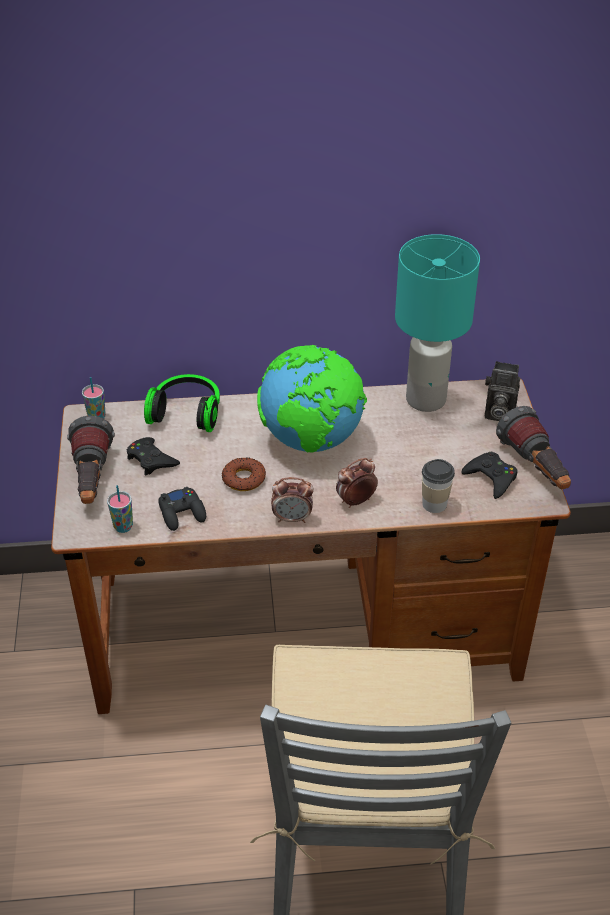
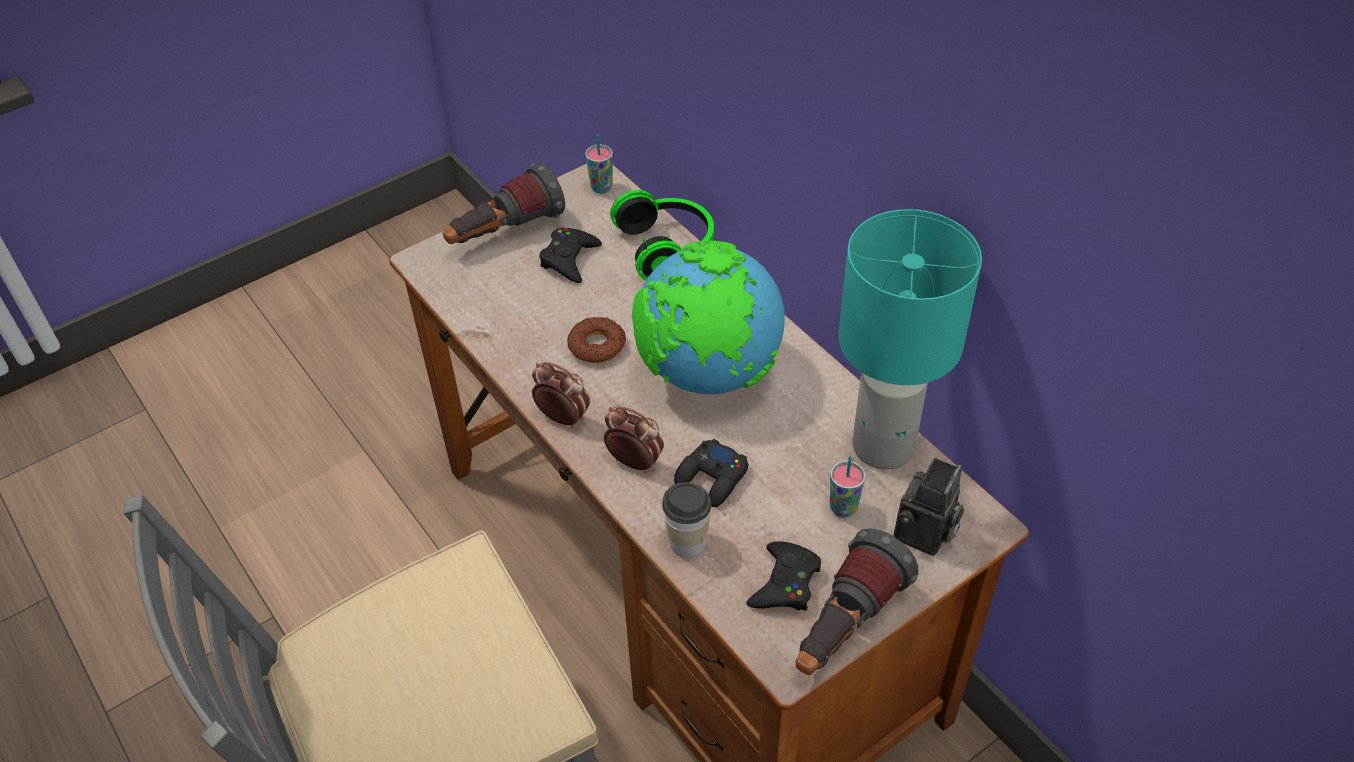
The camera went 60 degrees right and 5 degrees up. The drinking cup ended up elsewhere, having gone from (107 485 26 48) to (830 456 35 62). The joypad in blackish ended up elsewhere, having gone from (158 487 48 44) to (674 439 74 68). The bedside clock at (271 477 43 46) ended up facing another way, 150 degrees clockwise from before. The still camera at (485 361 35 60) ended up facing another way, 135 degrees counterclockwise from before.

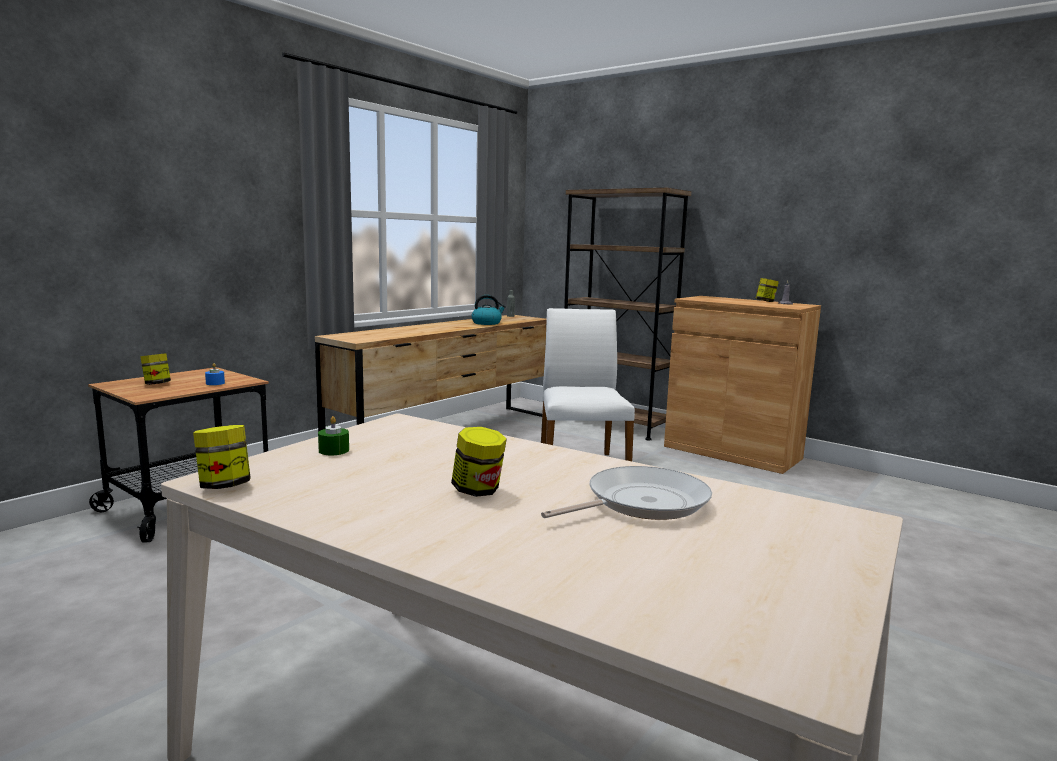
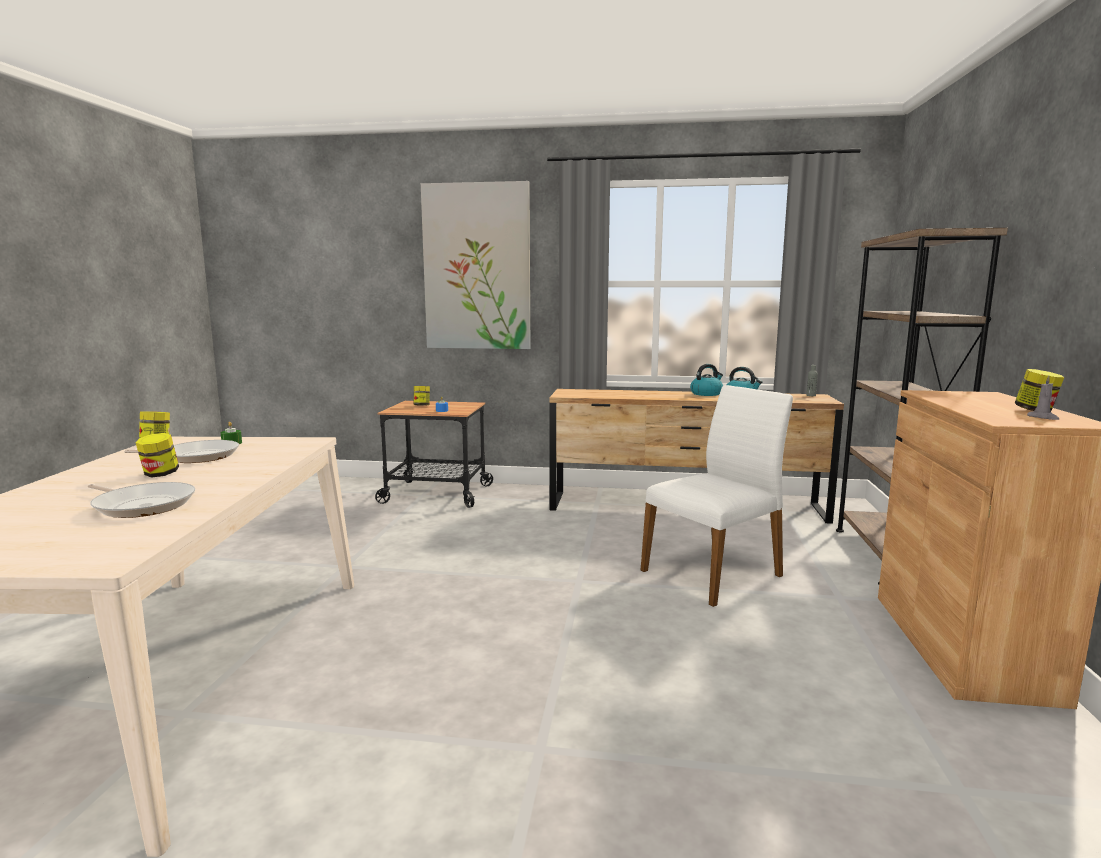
The camera went 60 degrees right and 0 degrees up. The second view gained the pan at (124 440 115 23). The second view gained the wall art at (421 181 109 168). The second view gained the tea kettle at (690 364 33 32).

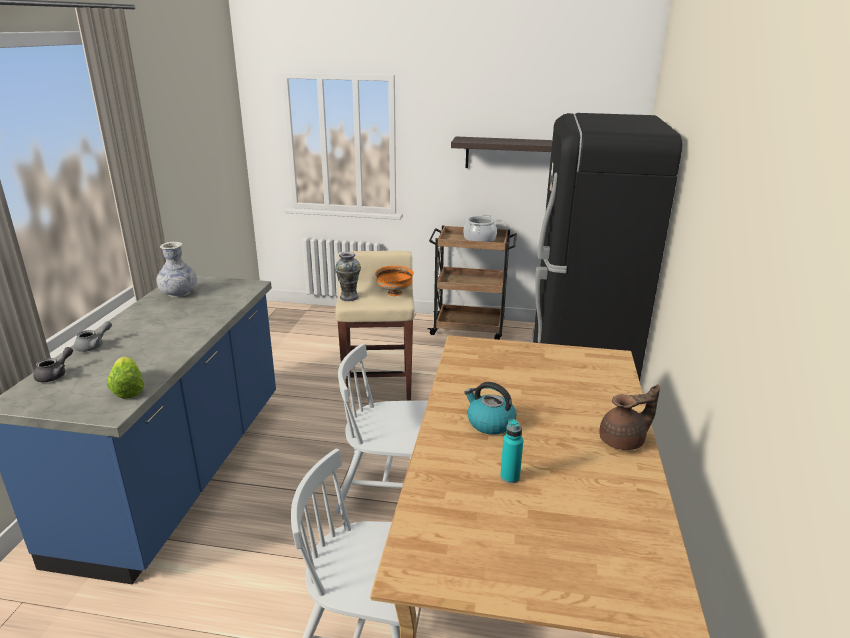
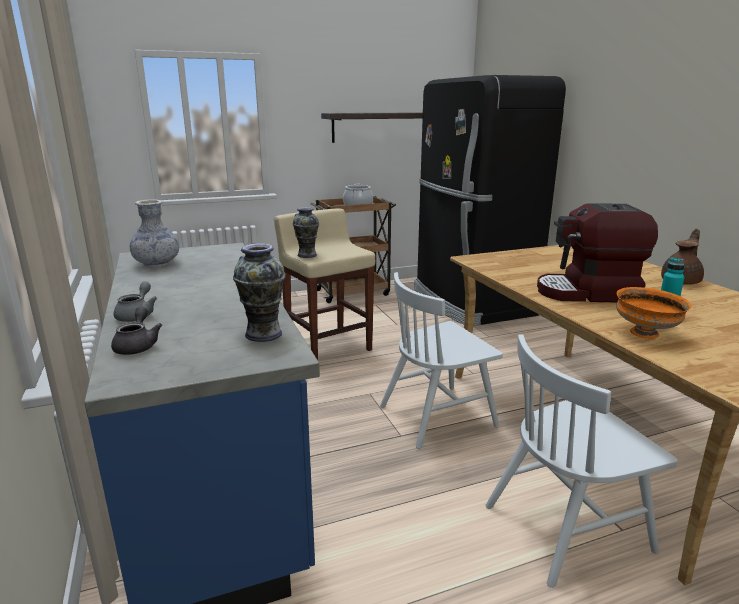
The camera went 30 degrees left and 5 degrees down. The bowl in orange-coloured ended up elsewhere, having gone from (375 266 39 30) to (616 287 75 52). Where the lettuce head stood at (107 356 38 43), the vase came to stand at (233 243 53 99). Where the tea kettle stood at (464 382 52 53), the coffee brewer came to stand at (537 203 121 99).

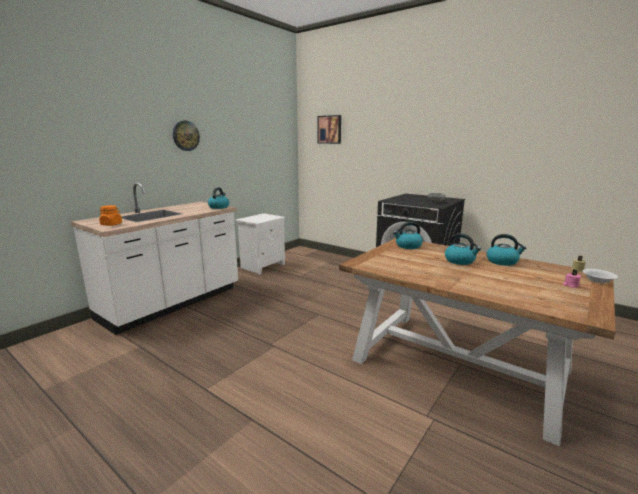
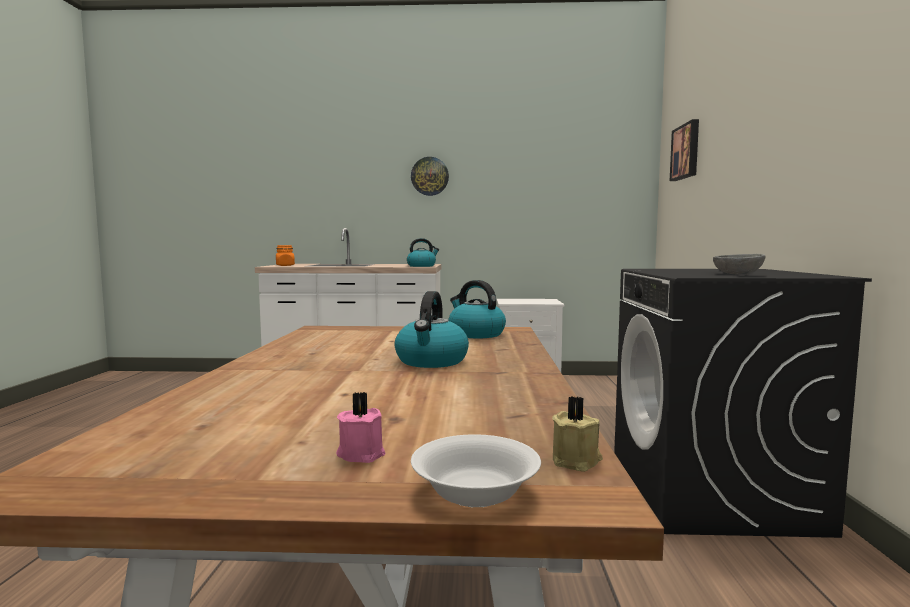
The camera went 55 degrees right and 10 degrees down. The second view lost the tea kettle at (486 234 40 32).

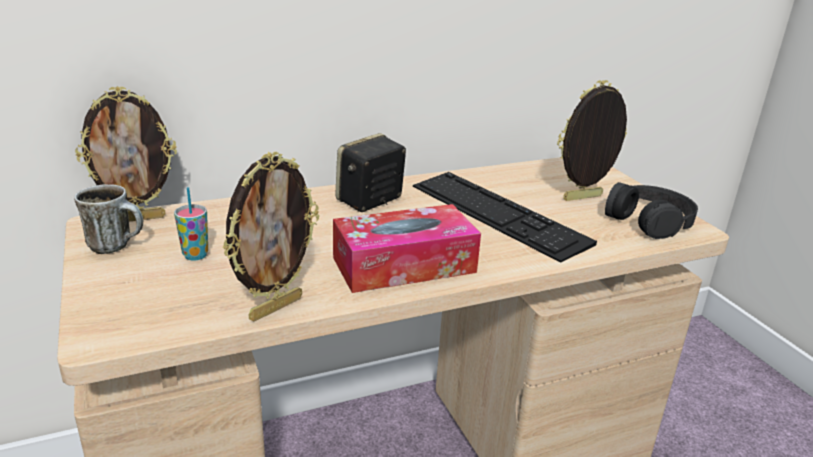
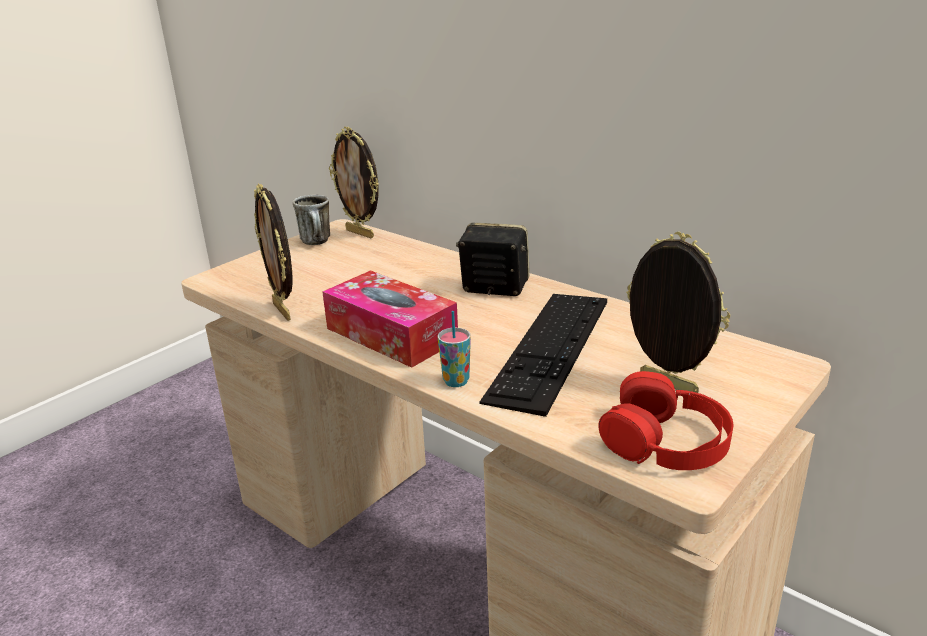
The camera went 65 degrees right and 0 degrees up. The drinking cup ended up elsewhere, having gone from (174 187 34 74) to (438 311 33 76). What was the pair of headphones in blackish at (605 182 93 57) turned into the pair of headphones in red-coloured at (599 371 134 99). The photo frame at (222 152 97 169) ended up facing another way, 45 degrees clockwise from before.

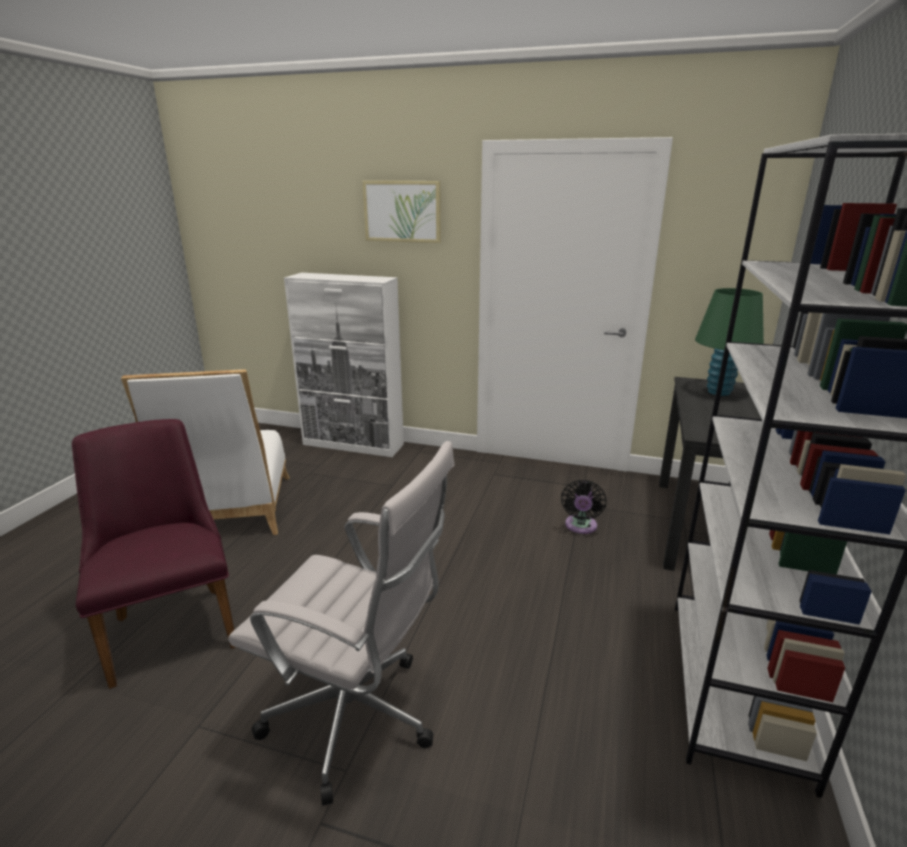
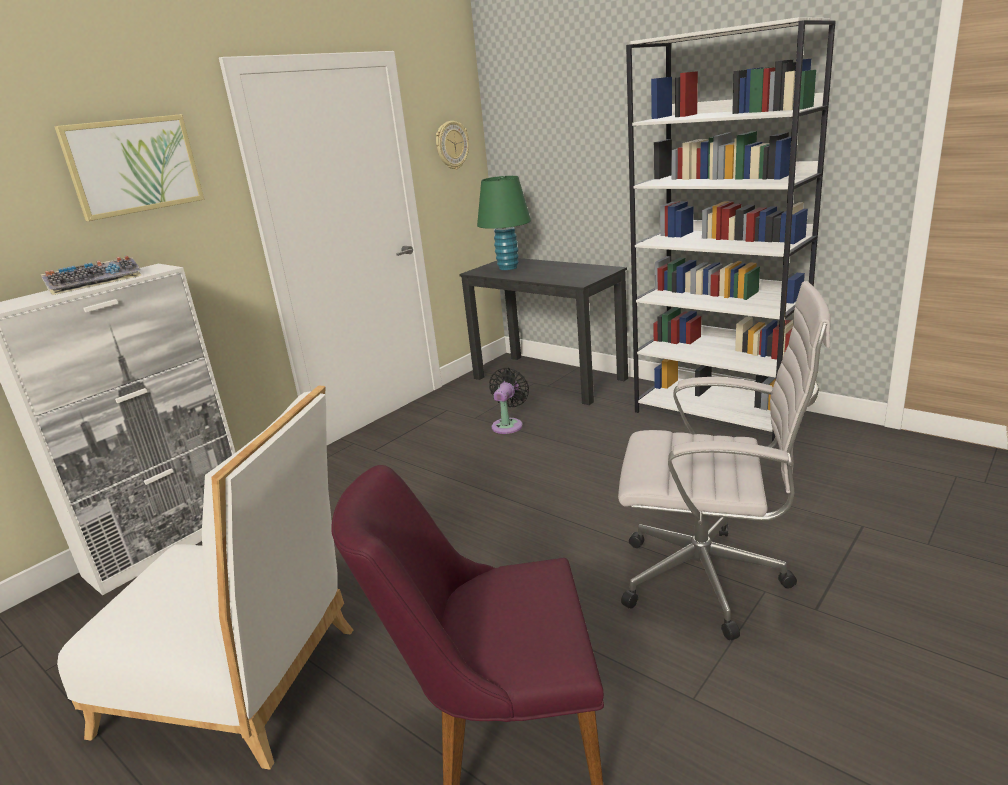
The camera went 65 degrees left and 0 degrees up. The second view gained the keyboard at (41 256 101 39). The second view gained the hanging clock at (436 121 33 49). The desk chair in whitish at (228 441 227 365) ended up facing another way, 60 degrees clockwise from before. The electric fan in blackish at (561 480 45 54) ended up facing another way, 105 degrees counterclockwise from before.

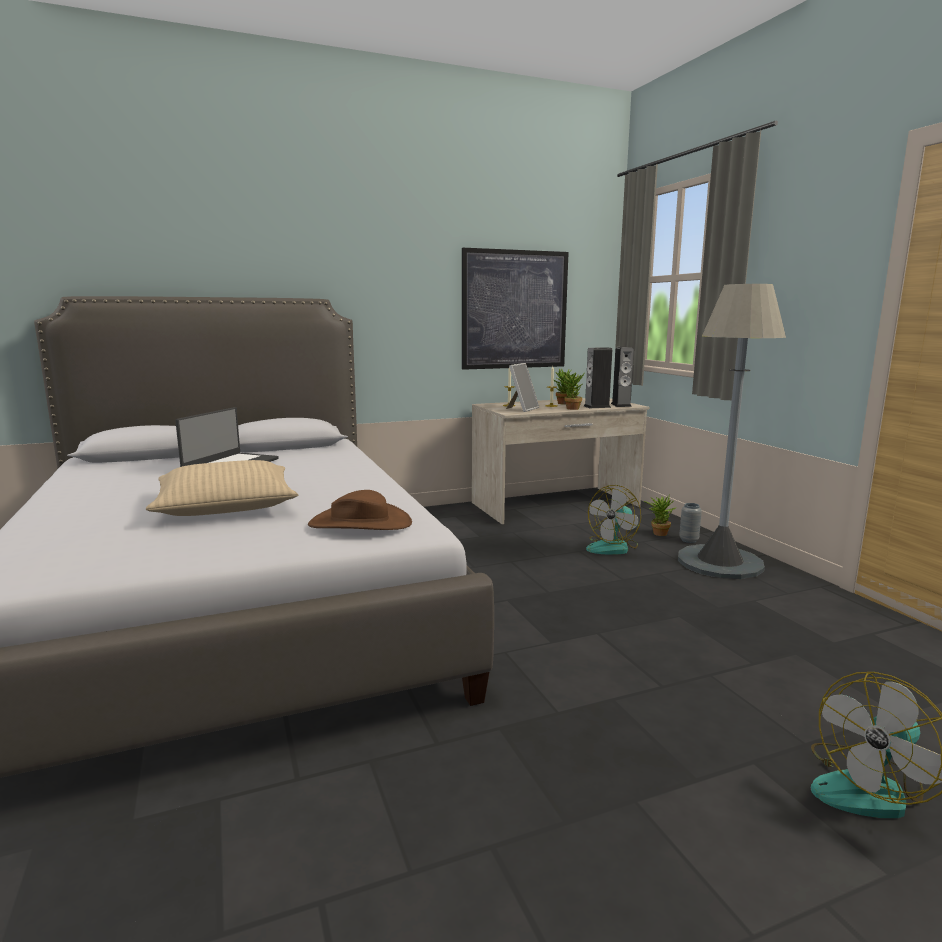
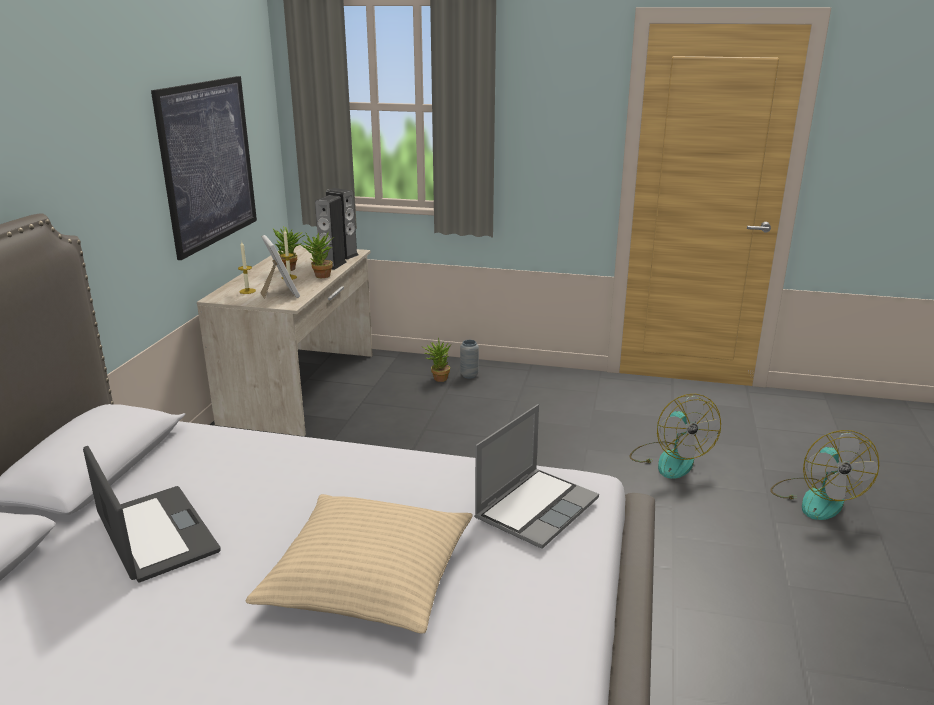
The camera went 55 degrees left and 10 degrees up. The second view lost the floor lamp in greyish at (678 284 108 295). The electric fan ended up elsewhere, having gone from (586 485 55 70) to (629 394 92 85). Where the wearable hat in brown-coloured stood at (308 490 104 40), the laptop came to stand at (474 404 125 145).

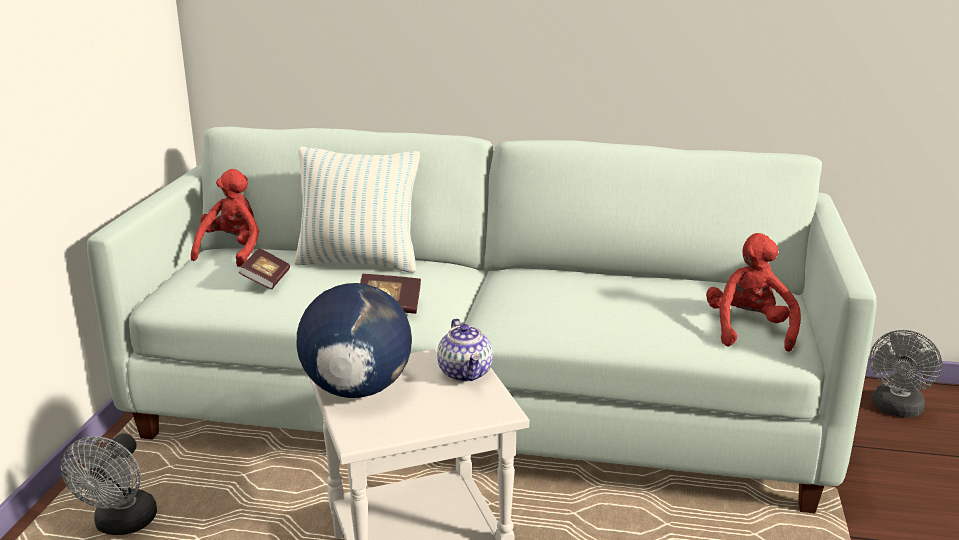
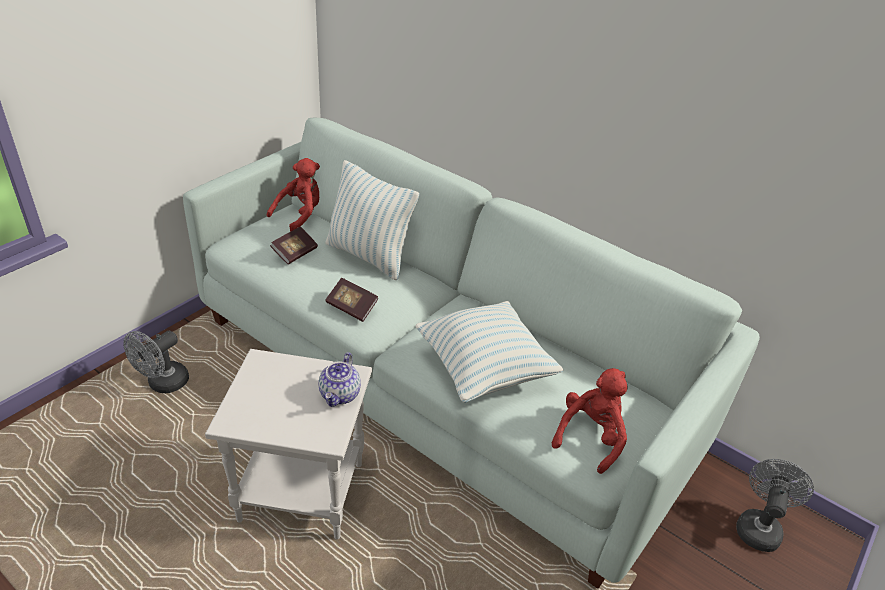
The camera went 25 degrees right and 15 degrees up. The second view lost the desk globe at (297 283 115 115). The second view gained the throw pillow at (415 301 148 102). The electric fan in greyish at (870 330 72 88) ended up facing another way, 150 degrees clockwise from before.

